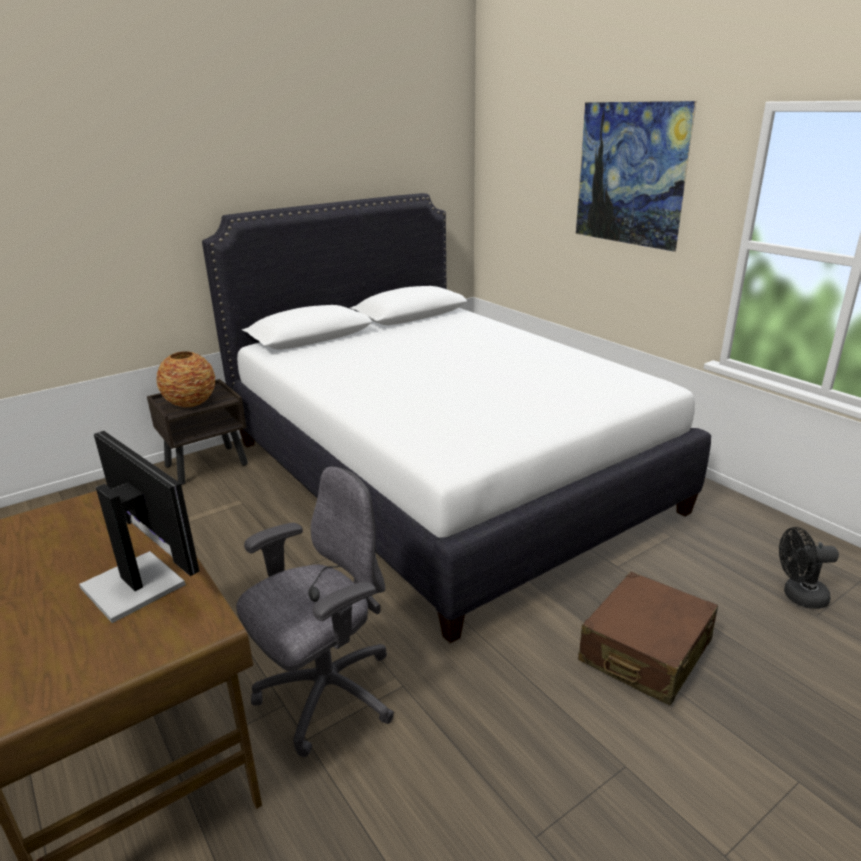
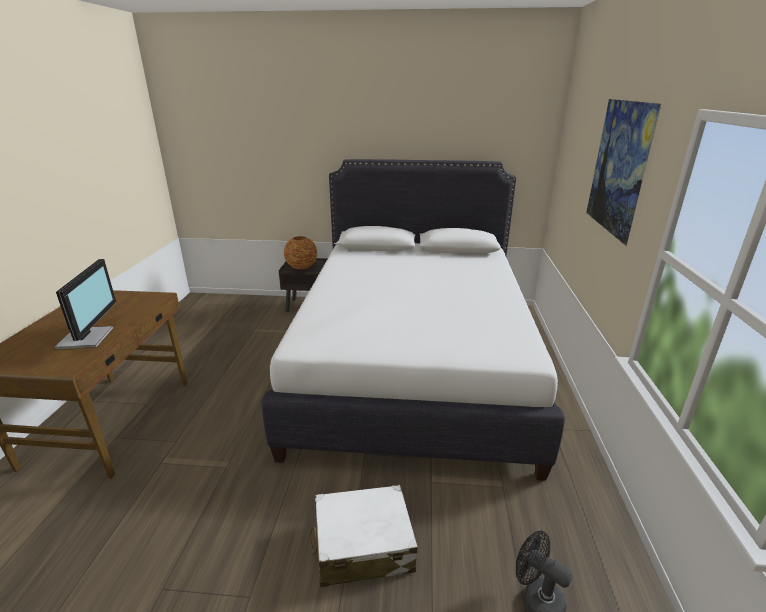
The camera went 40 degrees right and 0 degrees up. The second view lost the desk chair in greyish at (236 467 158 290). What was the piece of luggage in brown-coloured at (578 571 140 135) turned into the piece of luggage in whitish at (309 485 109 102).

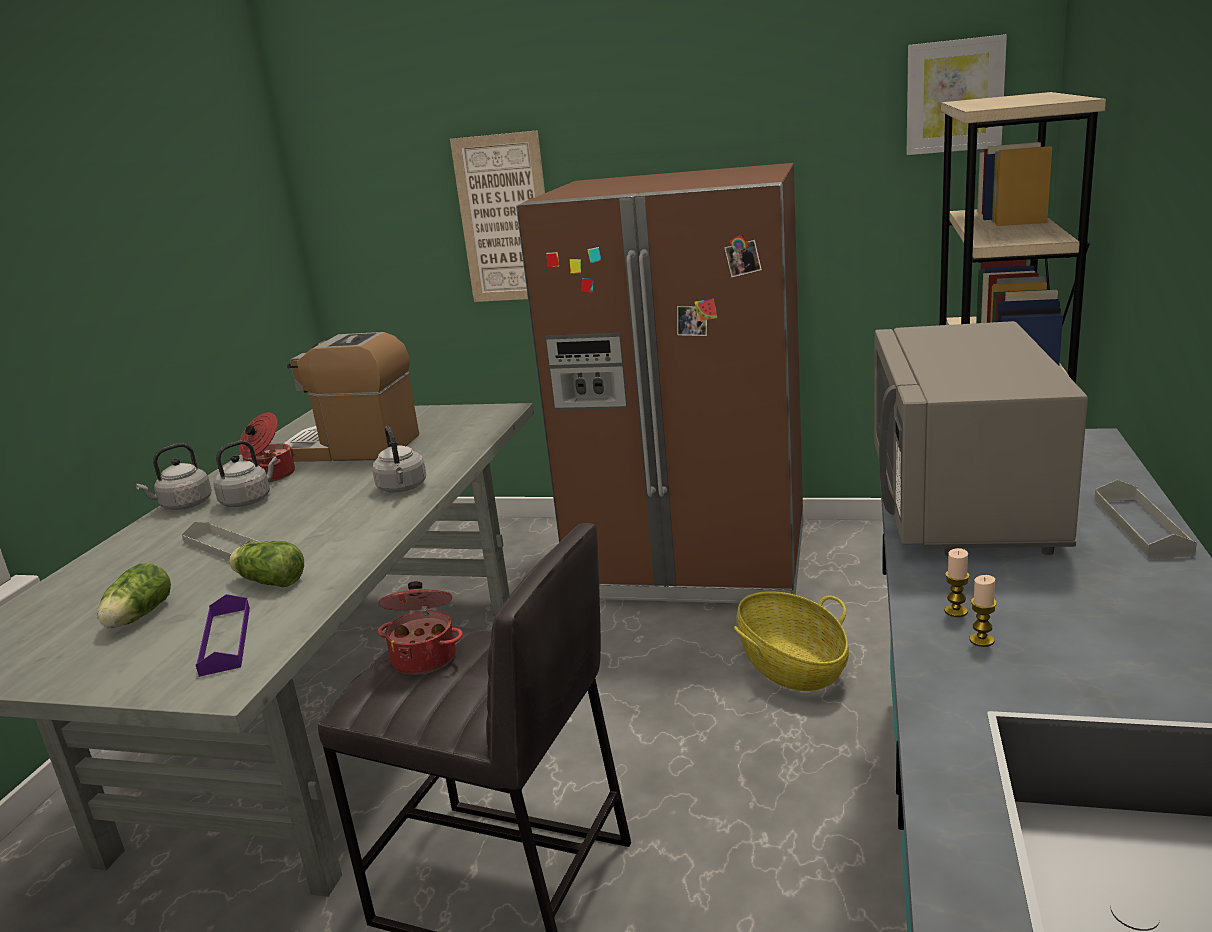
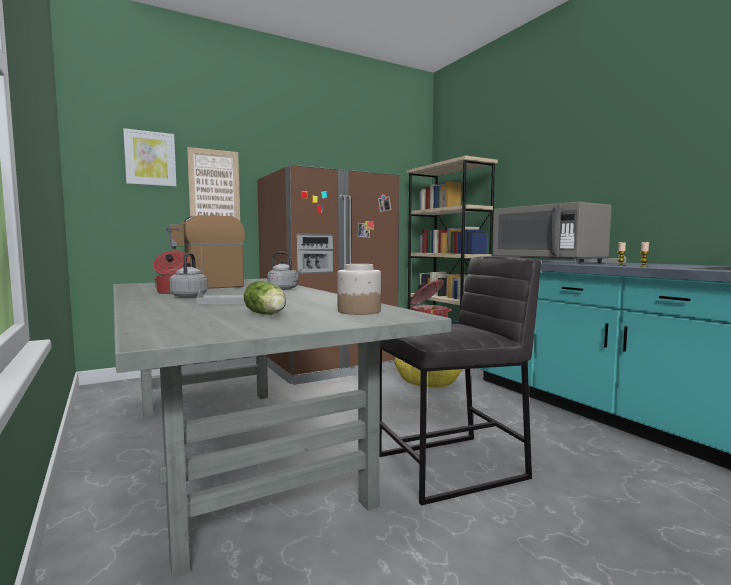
The camera went 45 degrees left and 15 degrees down. The second view lost the tea kettle in greyish at (135 443 77 67). The second view lost the lettuce head at (229 541 75 46). The wall art ended up elsewhere, having gone from (907 34 100 121) to (123 128 53 59). Where the serving tray in purple-coloured stood at (196 594 54 83), the jar came to stand at (337 264 44 51).

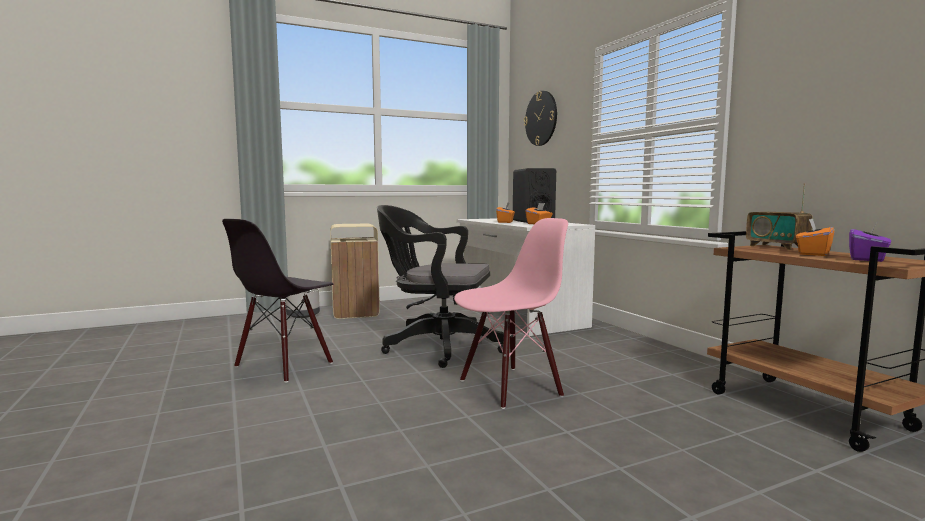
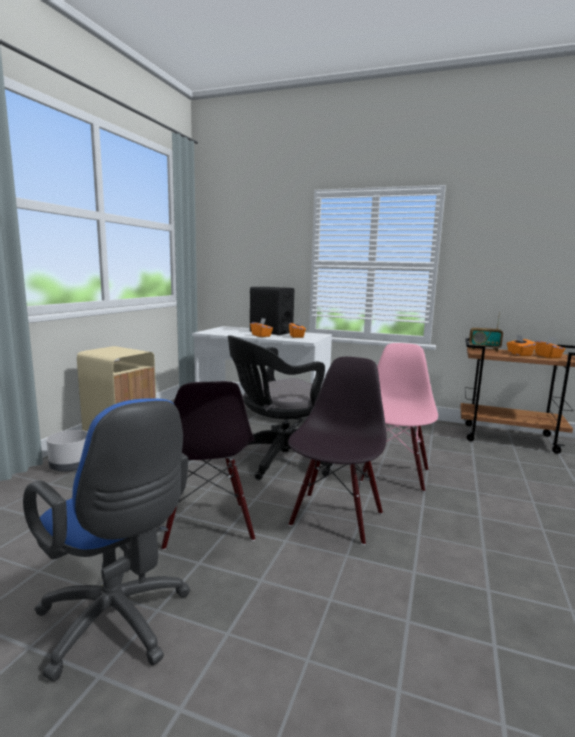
The camera went 45 degrees left and 5 degrees up. The second view lost the hanging clock at (524 91 33 55). The second view gained the desk chair in bluish at (23 398 168 283). The second view gained the upright chair in blackish at (288 357 99 188). What was the tissue box in purple-coloured at (849 221 42 41) turned into the tissue box in orange-coloured at (534 337 31 21).

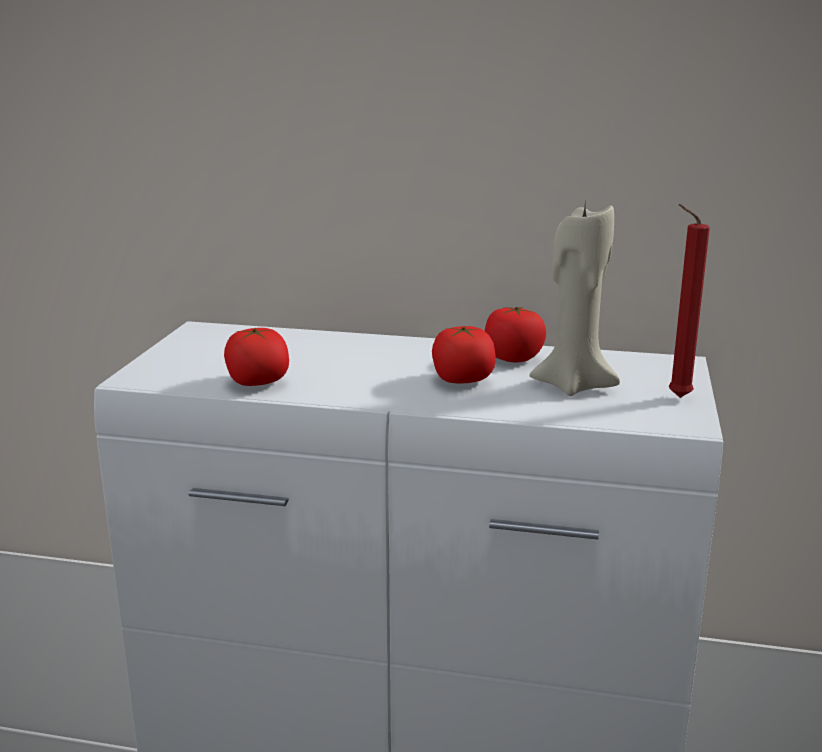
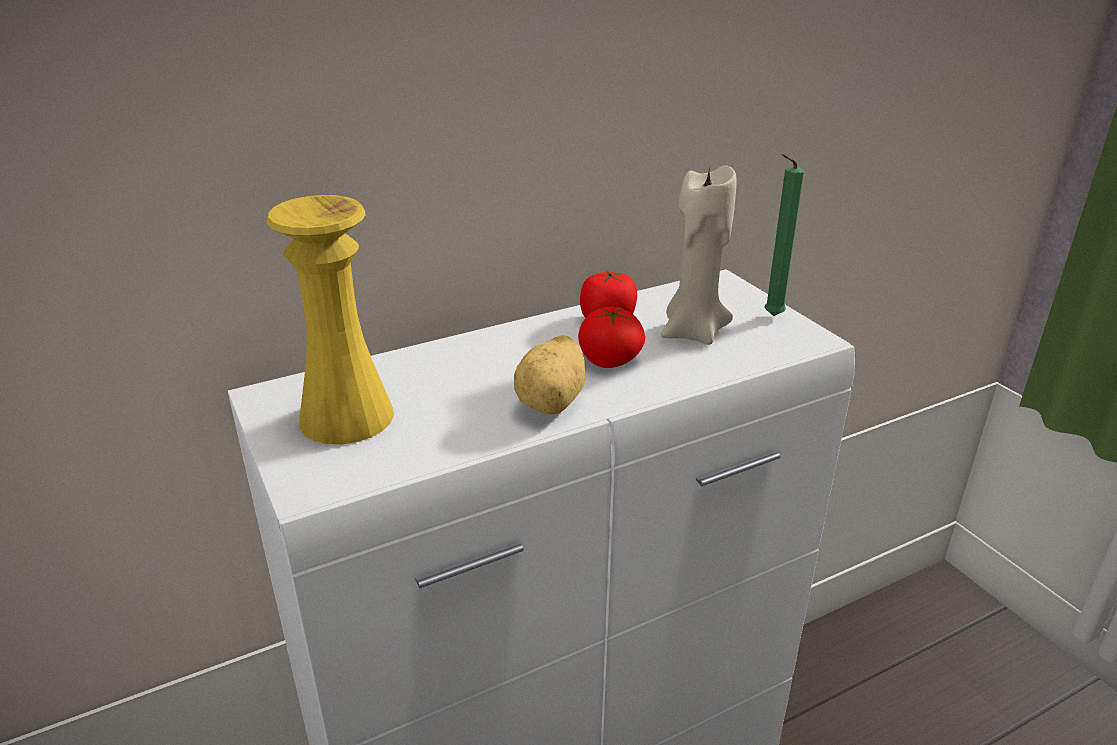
The camera went 40 degrees left and 10 degrees up. The second view lost the tomato at (224 328 65 58). The second view gained the vase in yellow-coloured at (267 195 127 249). The second view gained the whole potato at (514 335 71 80). What was the wax candle in red-coloured at (669 204 41 194) turned into the wax candle in green-coloured at (764 154 40 162).

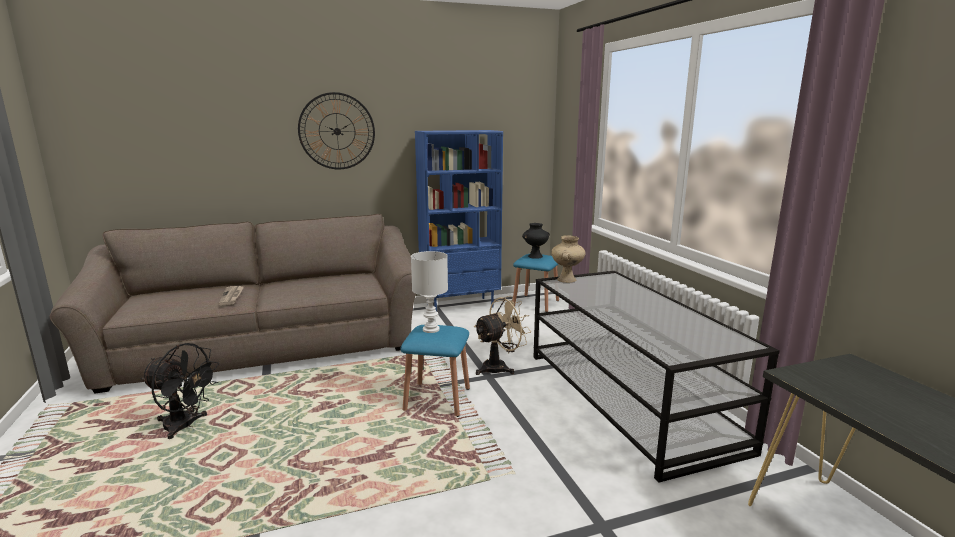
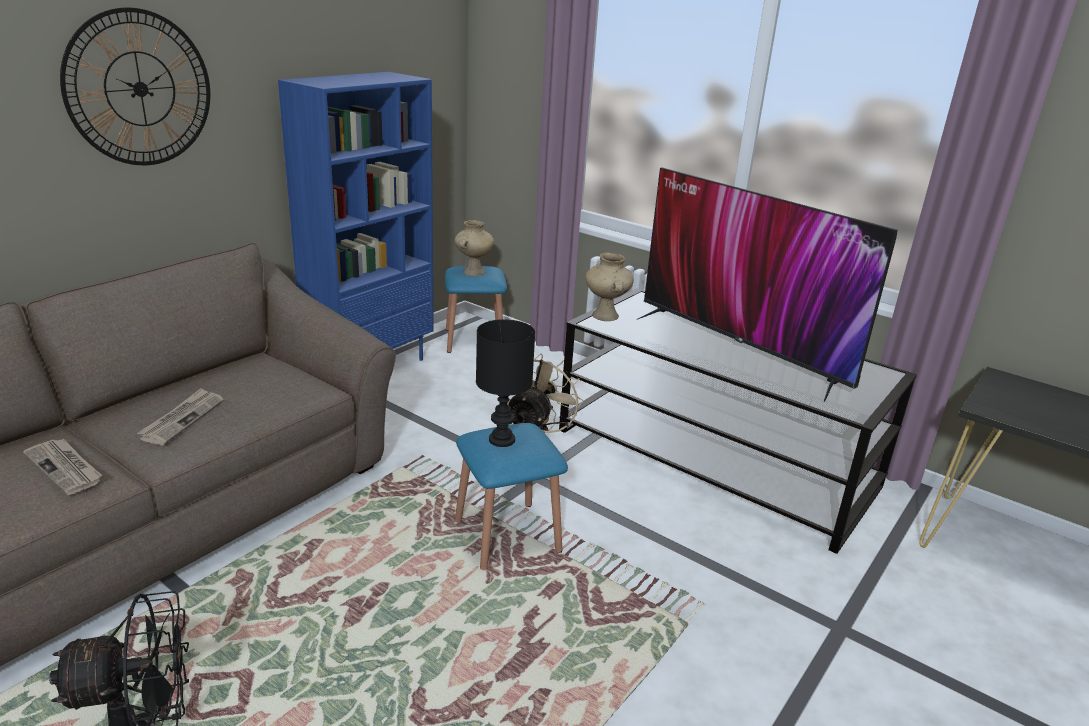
The camera went 35 degrees left and 10 degrees up. The second view gained the daily paper at (137 388 87 57). The second view gained the television at (636 167 261 235). What was the tabletop lamp in whitish at (411 251 37 82) turned into the tabletop lamp in blackish at (476 319 59 128). What was the vase in blackish at (522 223 28 36) turned into the vase in beige at (455 220 39 56).

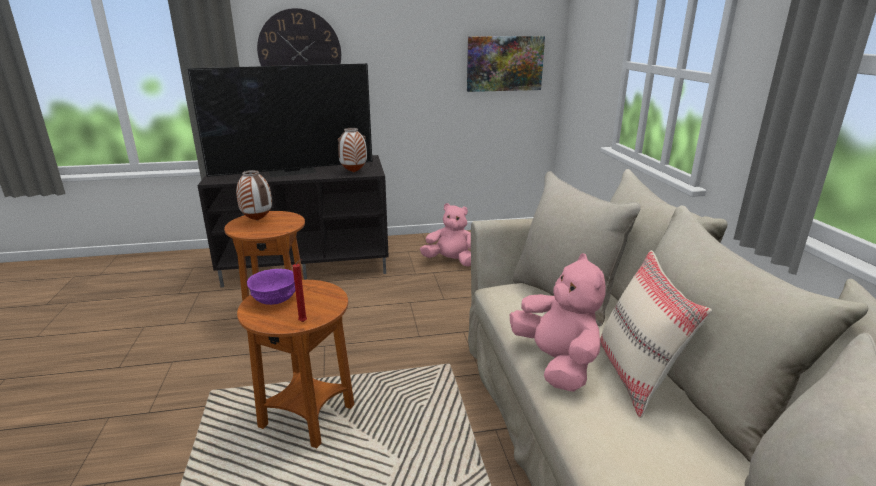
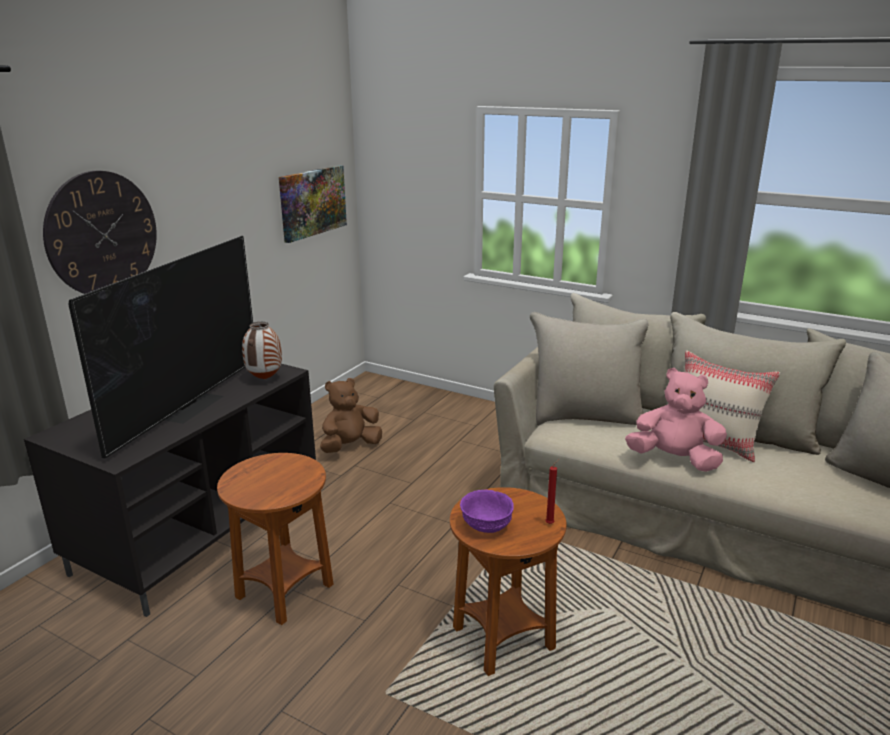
The camera went 50 degrees left and 0 degrees up. The second view lost the vase at (236 170 36 51). What was the plush toy in pink-coloured at (420 203 51 63) turned into the plush toy in brown-coloured at (320 378 62 75).

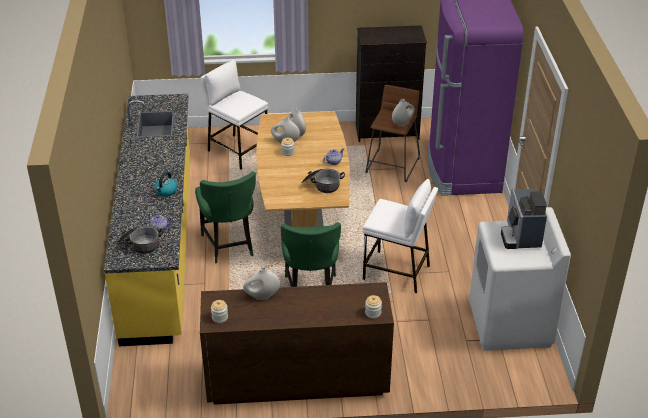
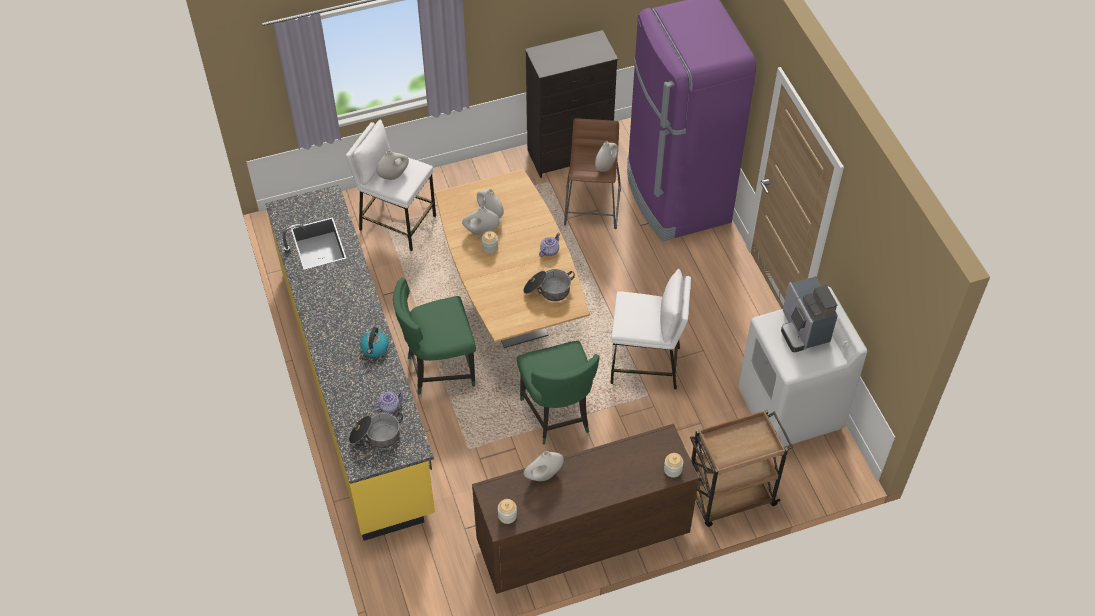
The camera went 15 degrees left and 15 degrees up. The second view gained the vase in whitish at (376 150 33 30). The second view gained the wheeled cart in brown-coloured at (690 409 103 118). The upright chair in green-coloured at (195 171 61 92) ended up facing another way, 105 degrees clockwise from before.

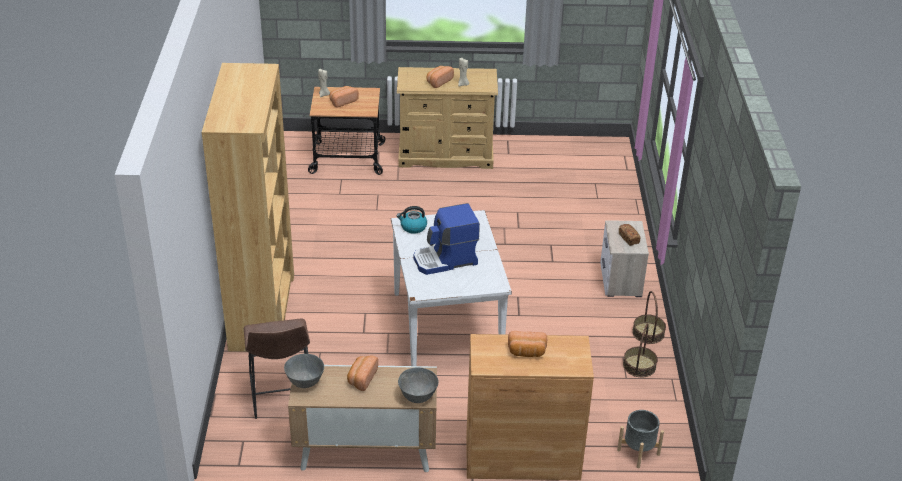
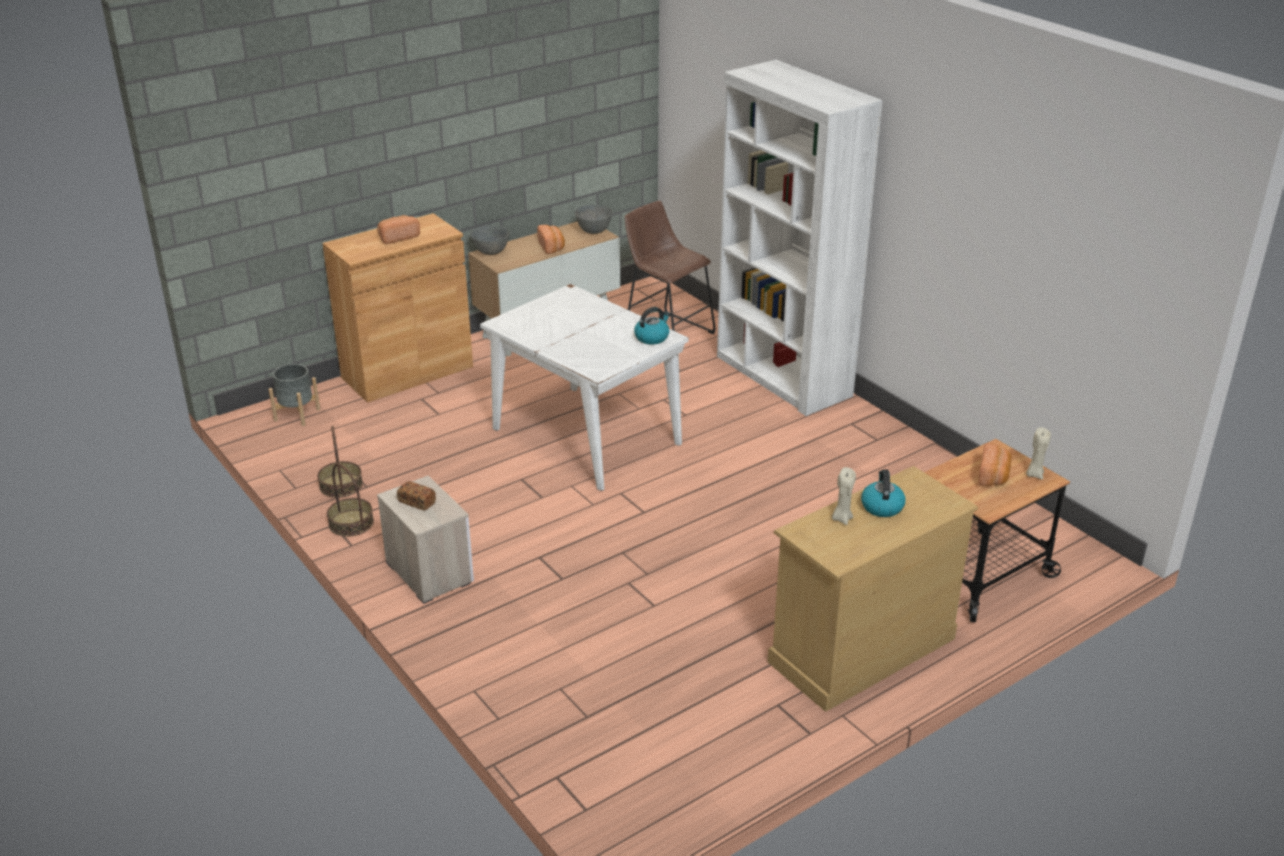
The camera went 145 degrees right and 5 degrees down. The second view lost the coffee brewer at (413 203 67 72). Where the bread stood at (427 66 27 22), the tea kettle came to stand at (861 469 45 48). What was the shelving unit in brown-coloured at (202 63 92 289) turned into the shelving unit in whitish at (717 60 166 356).

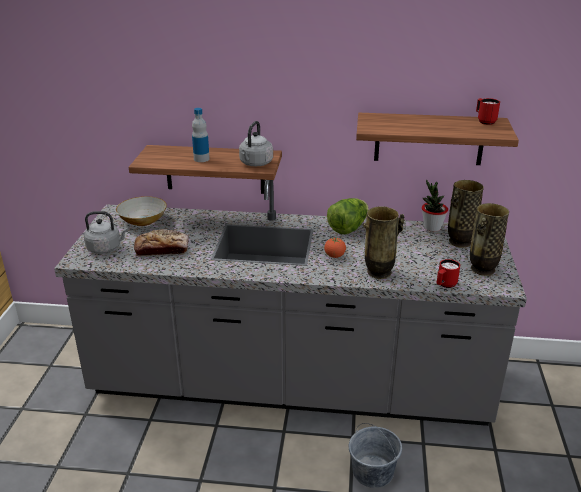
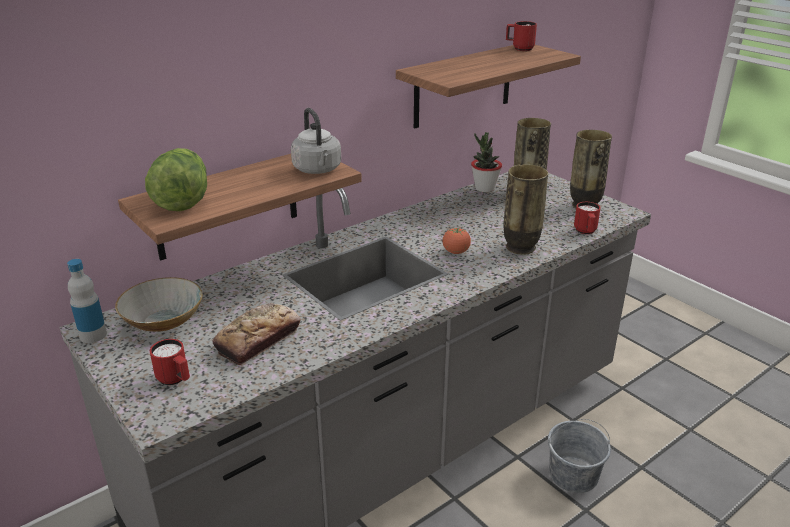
The camera went 45 degrees left and 0 degrees up. The beverage bottle ended up elsewhere, having gone from (192 108 18 54) to (67 259 40 84). The lettuce head ended up elsewhere, having gone from (327 198 42 36) to (145 148 62 63). Where the tea kettle in greyish stood at (84 211 44 43), the mug in red-coloured came to stand at (150 339 40 46).

